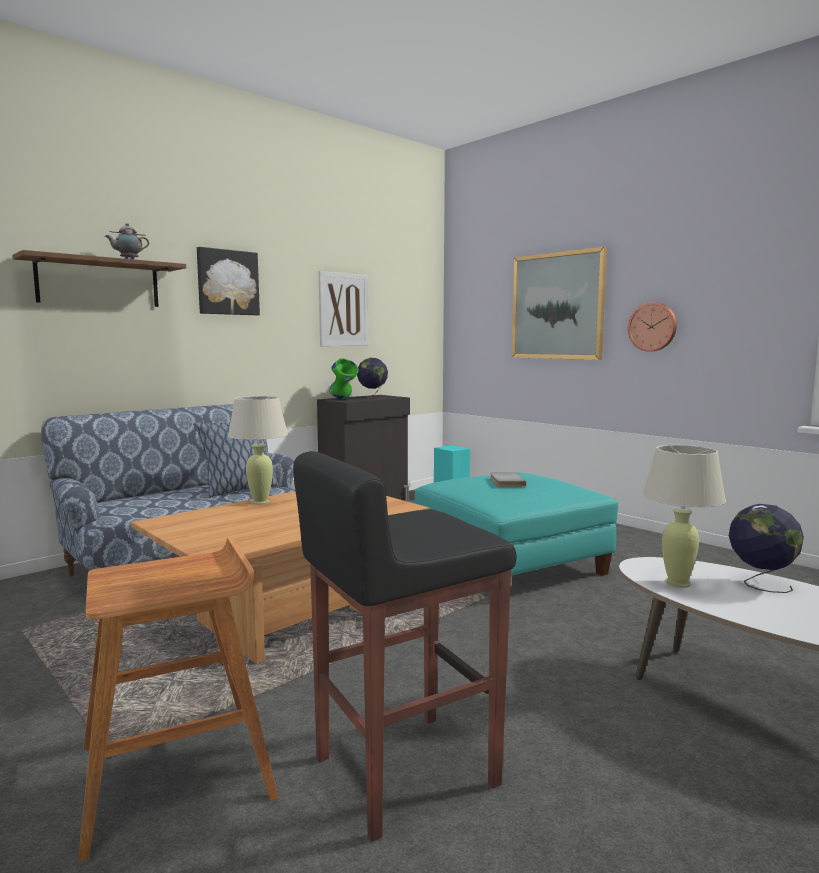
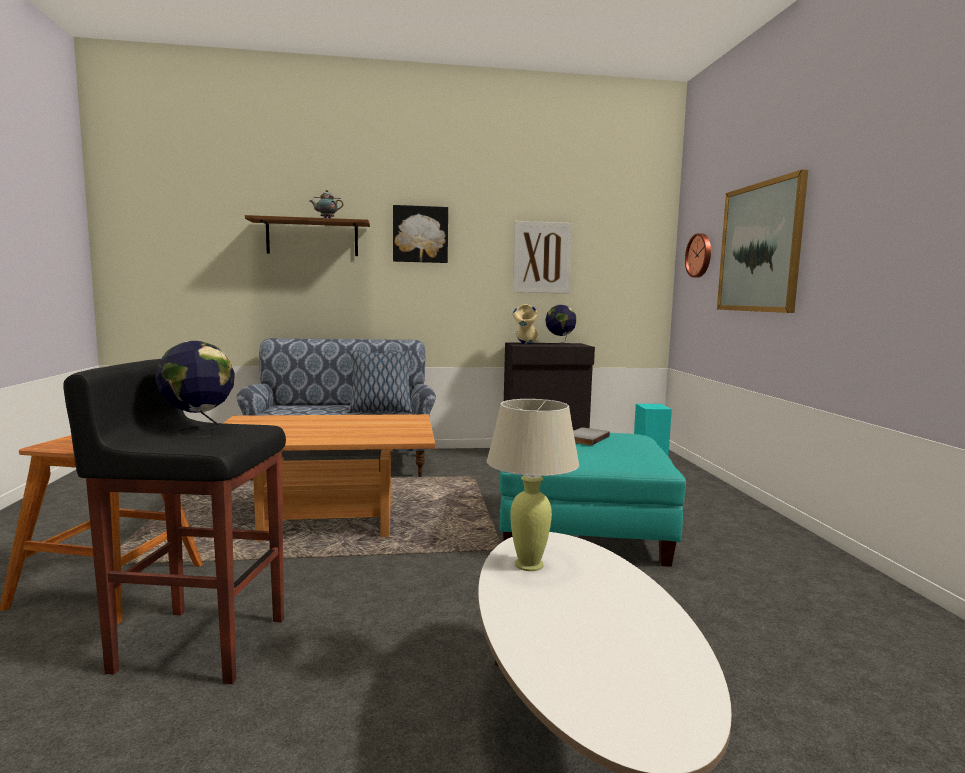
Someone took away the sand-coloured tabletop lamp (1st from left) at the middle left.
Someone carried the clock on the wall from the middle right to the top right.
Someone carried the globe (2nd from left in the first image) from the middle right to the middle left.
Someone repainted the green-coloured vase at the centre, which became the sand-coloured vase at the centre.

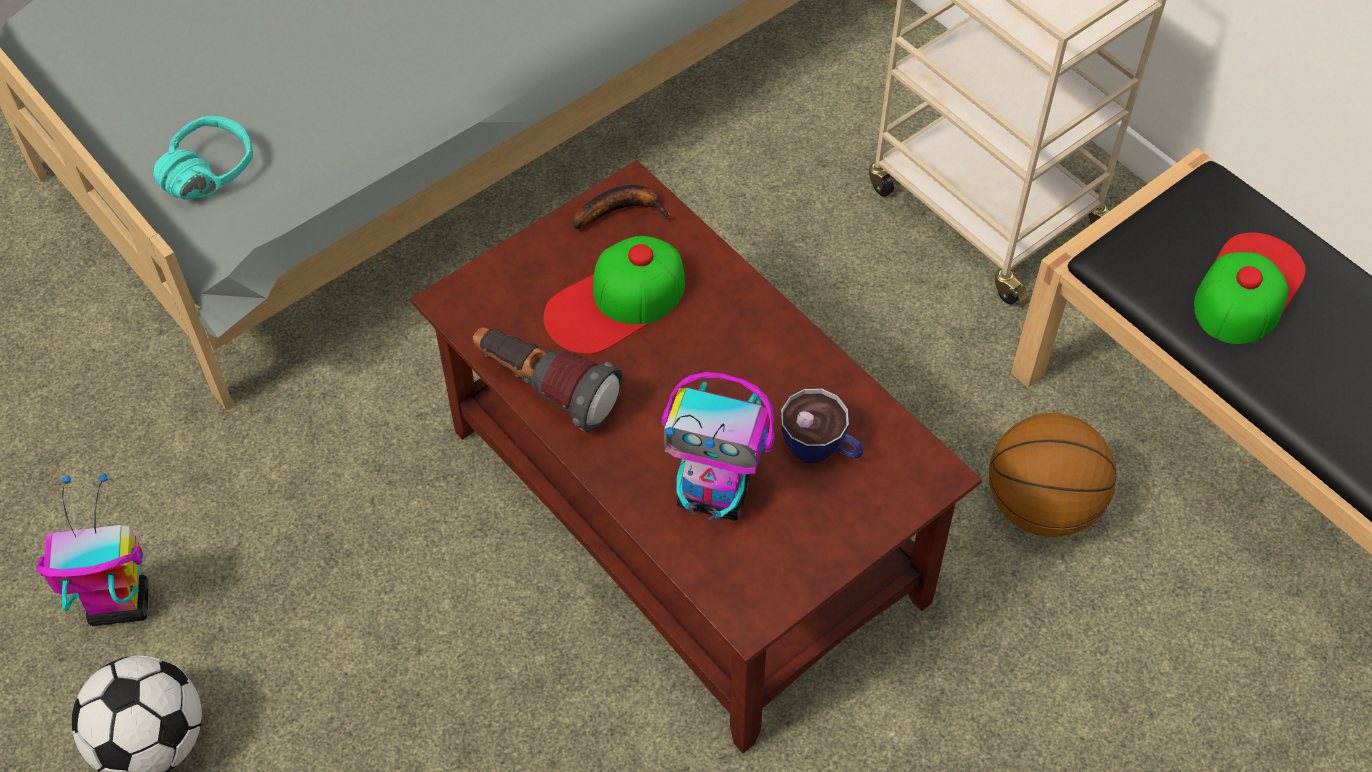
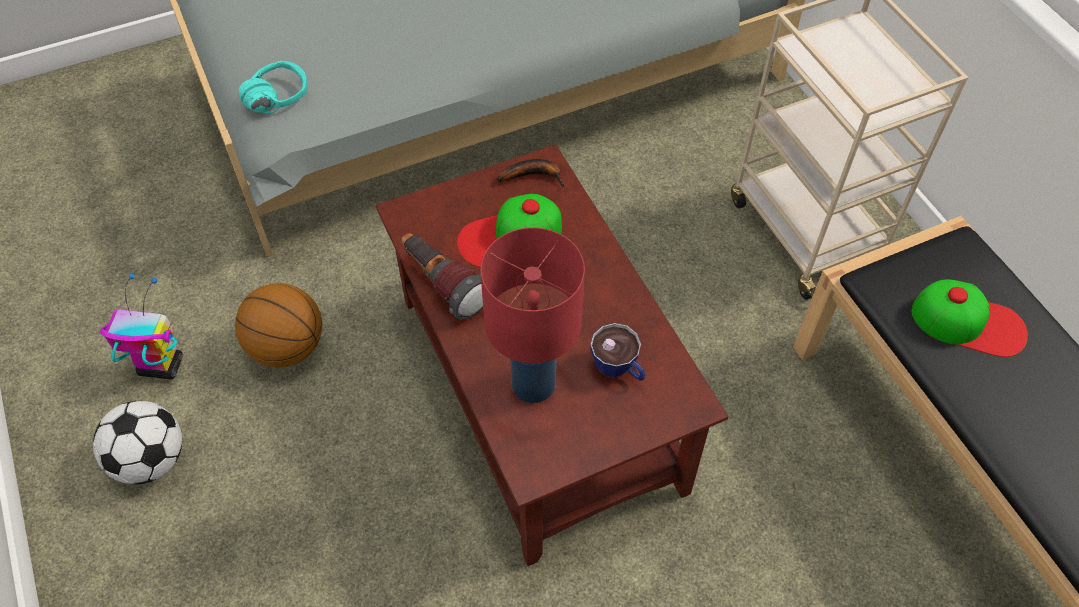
Someone carried the ball for basketball from the middle right to the middle left.
Someone swapped the model robot (2nd from left) at the centre for the reddish tabletop lamp at the centre.
Someone rotated the cap (2nd from left) at the middle right by 60 degrees clockwise.

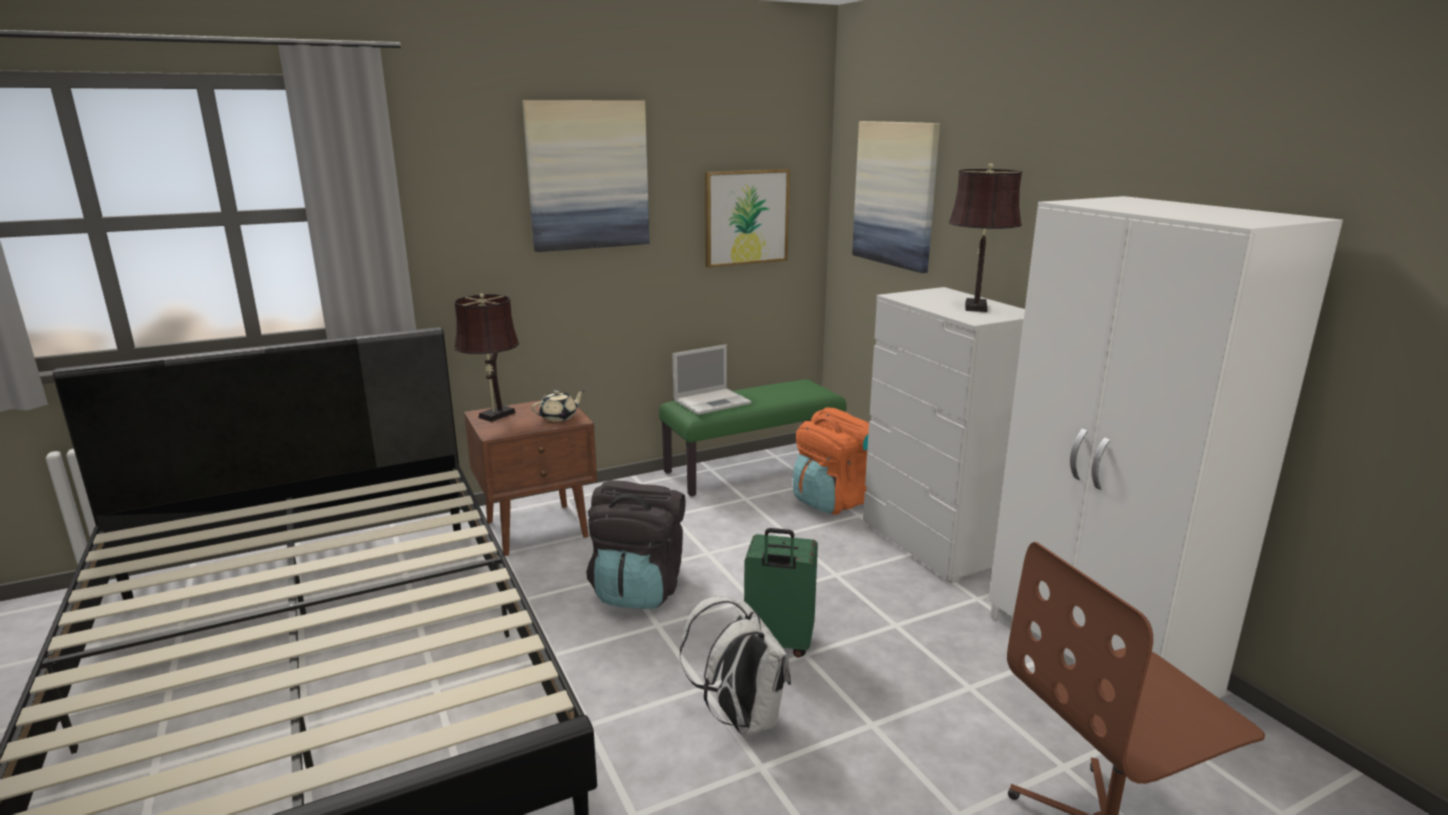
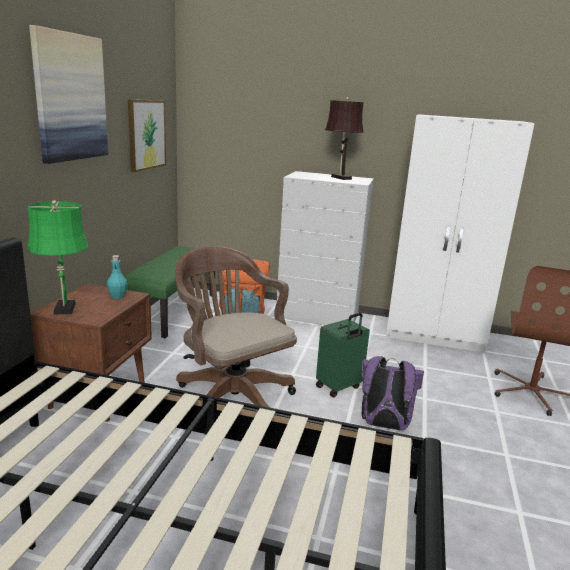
Someone took away the laptop at the centre.
Someone took away the wall picture (3rd from left) at the top centre.
Someone swapped the sand-coloured tea pot at the centre for the blue-green bottle at the middle left.
Someone swapped the black-coloured knapsack at the bottom centre for the brown-coloured desk chair (1st from left) at the centre.
Someone repainted the brown-coloured tabletop lamp (1st from left) at the centre, which became the green-coloured tabletop lamp at the middle left.
Someone repainted the whitish knapsack at the bottom centre, which became the purple knapsack at the bottom right.

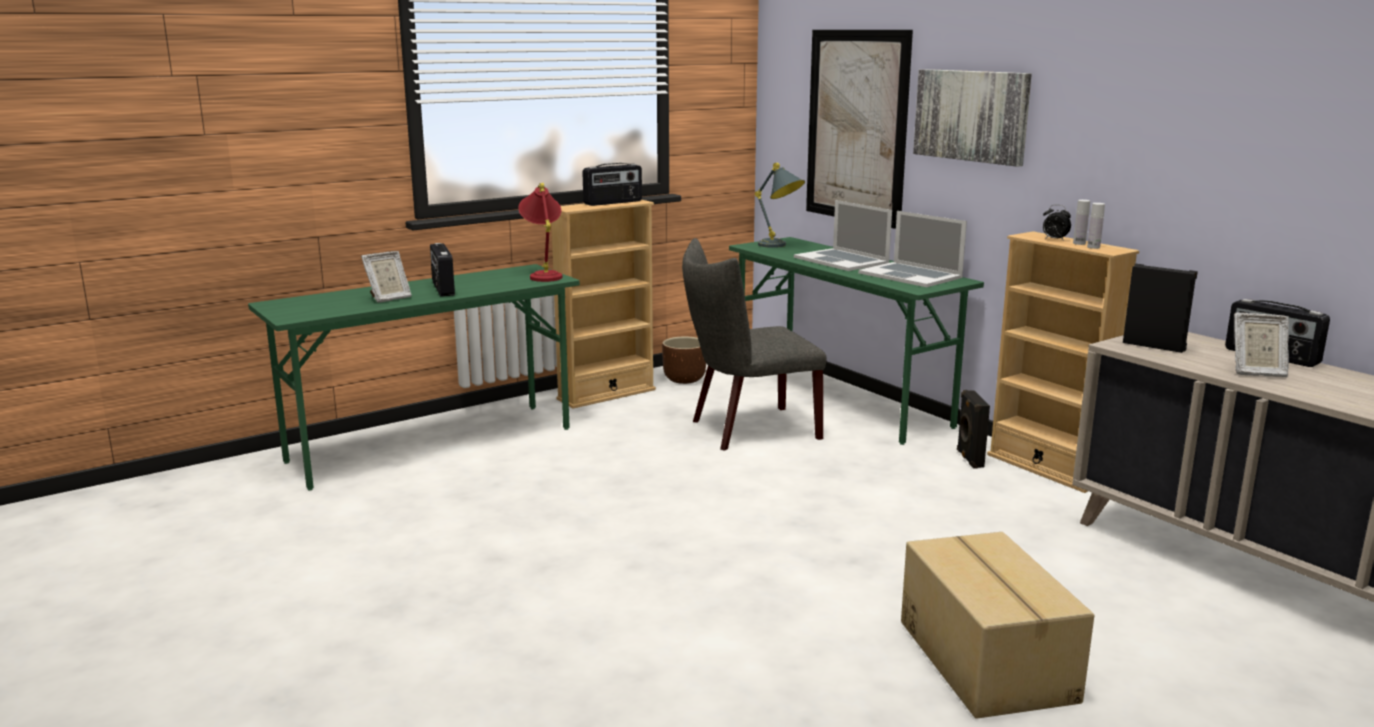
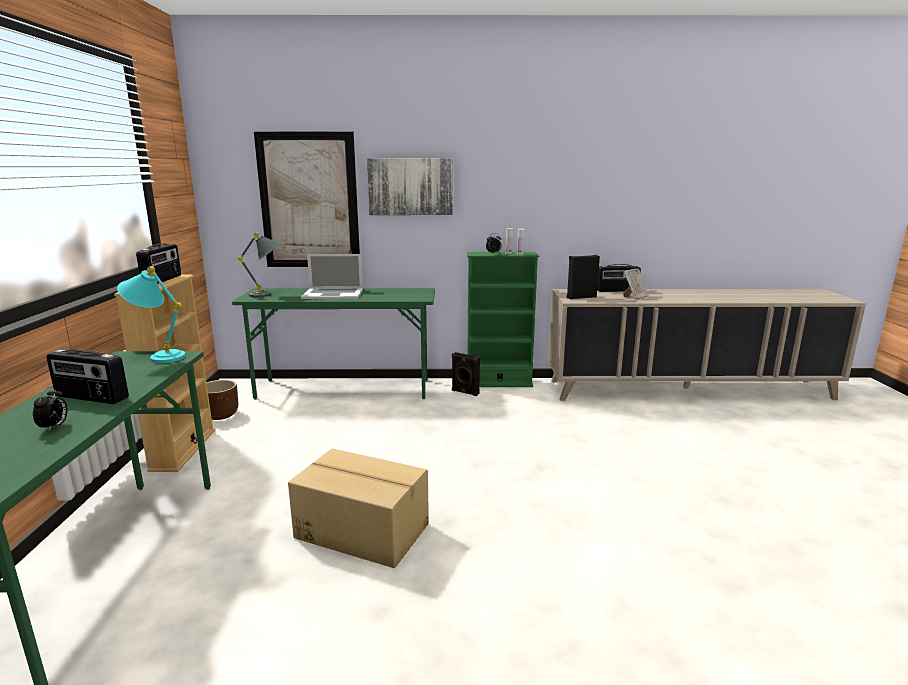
Someone took away the gray plain chair at the centre.
Someone took away the laptop (2nd from left) at the centre.
Someone carried the packing box from the bottom right to the bottom centre.
Someone swapped the photo frame (1st from left) at the middle left for the alarm clock (1st from left) at the middle left.
Someone repainted the reddish tabletop lamp at the top centre, which became the blue-green tabletop lamp at the middle left.
Someone repainted the sand-coloured bookcase (2nd from left) at the middle right, which became the green-coloured bookcase at the centre.

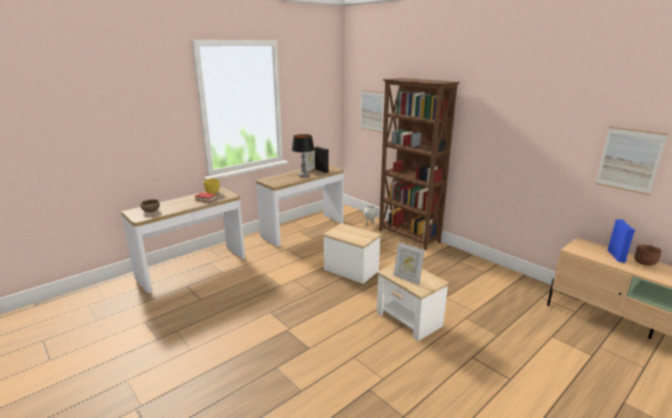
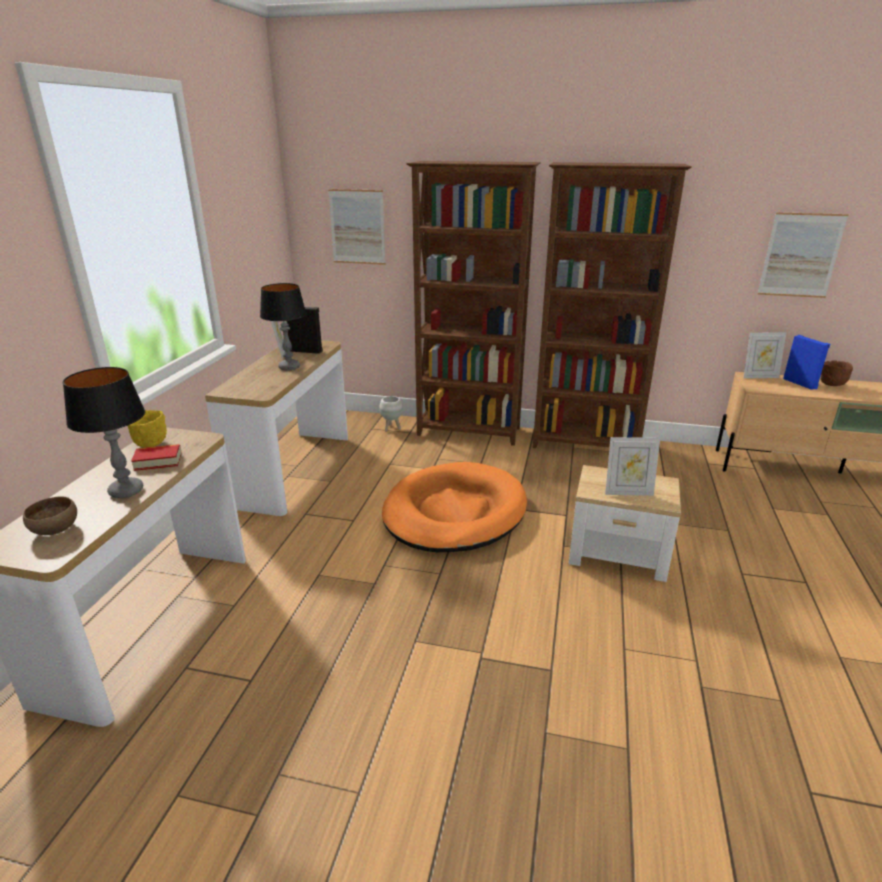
Someone put down the tabletop lamp (1st from left) at the middle left.
Someone put down the brown-coloured bookcase (2nd from left) at the middle right.
Someone put down the photo frame (3rd from left) at the middle right.
Someone swapped the end table (1st from left) at the centre for the orange dog cushion at the centre.

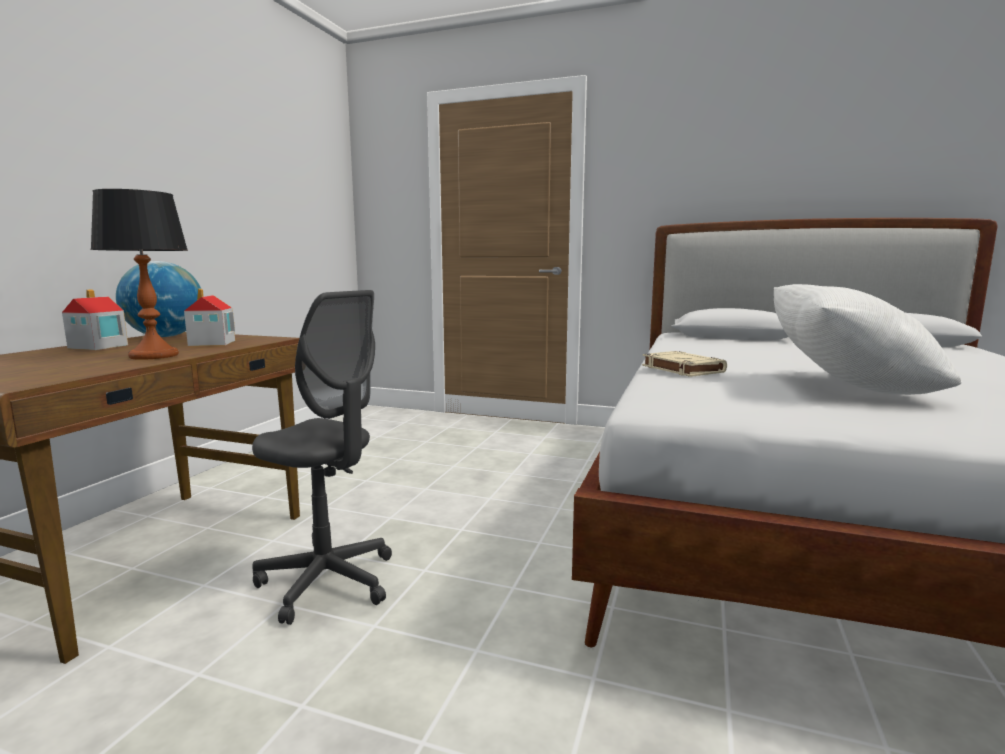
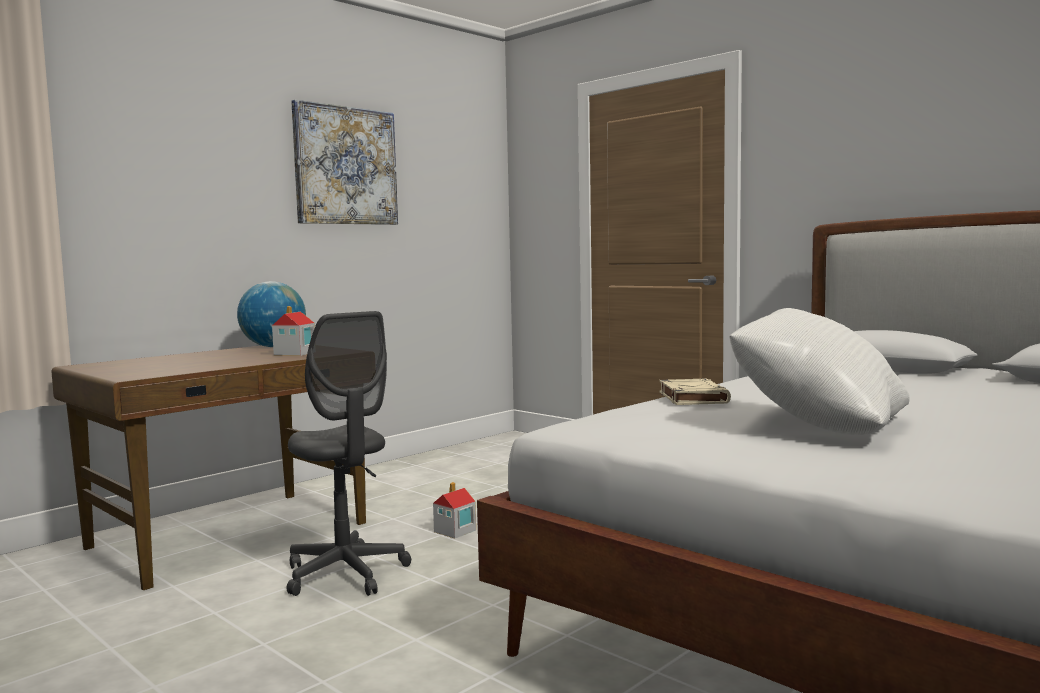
Someone took away the tabletop lamp at the middle left.
Someone put up the wall picture at the top left.
Someone carried the miniature house (1st from left in the first image) from the middle left to the bottom centre.

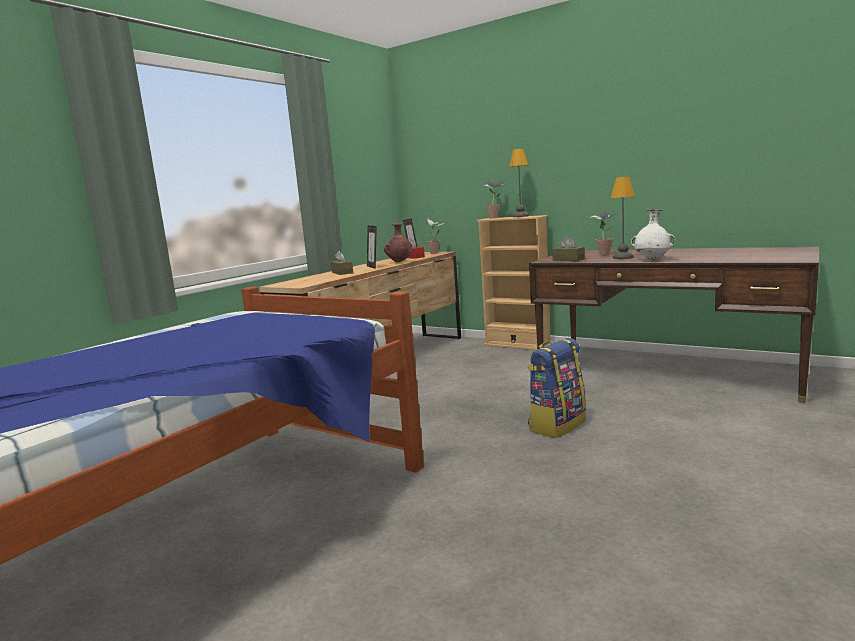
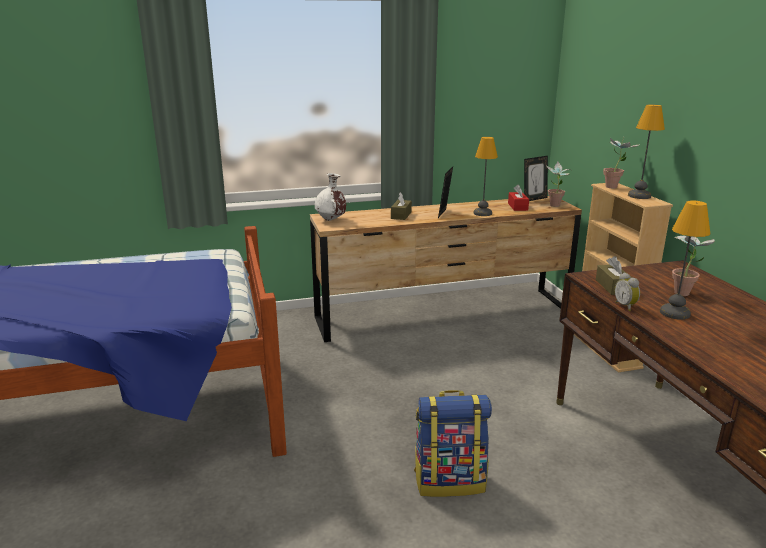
Someone put down the alarm clock at the middle right.
Someone carried the whitish vase from the middle right to the centre.
Someone swapped the brown-coloured vase at the centre for the tabletop lamp (1st from left) at the top centre.

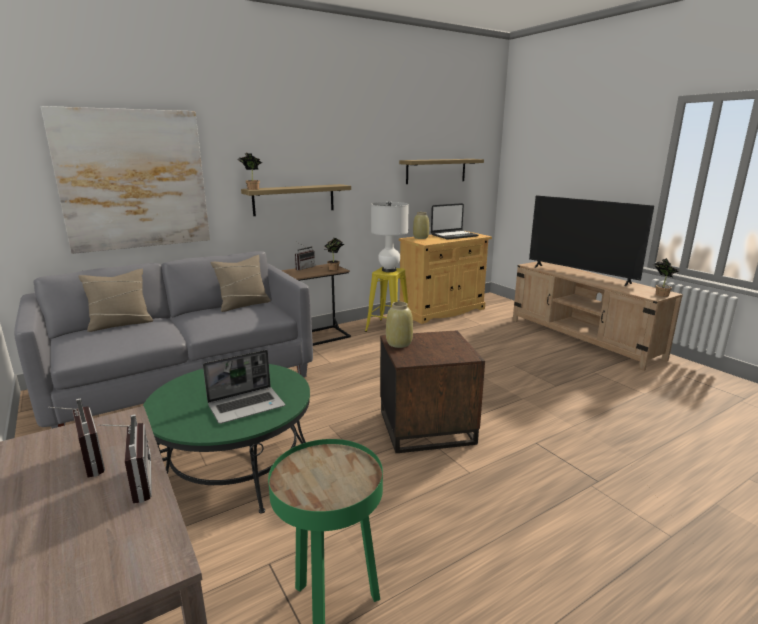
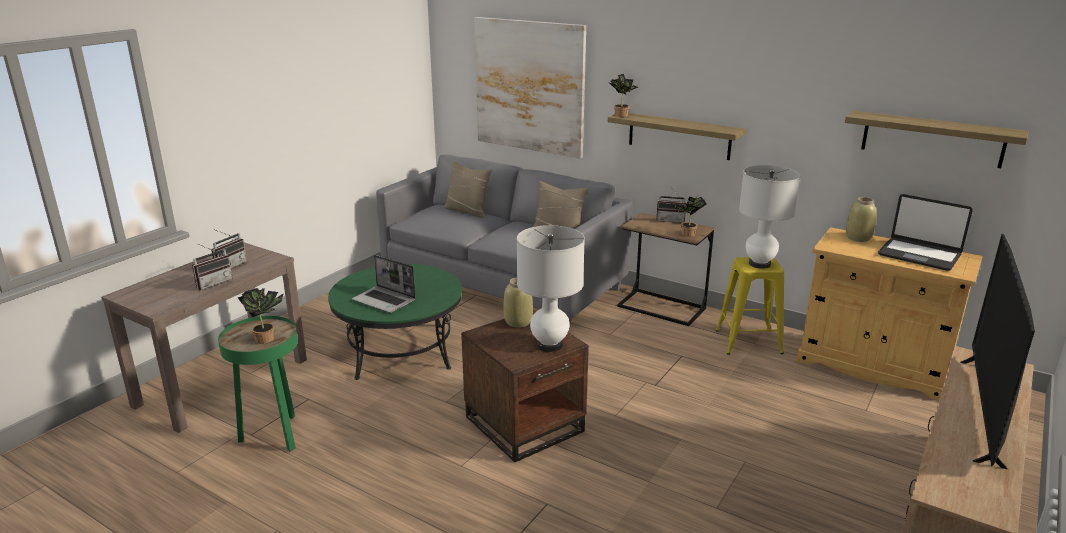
Someone put down the whitish tabletop lamp (1st from left) at the centre.
Someone carried the houseplant (3rd from left in the first image) from the middle right to the middle left.

